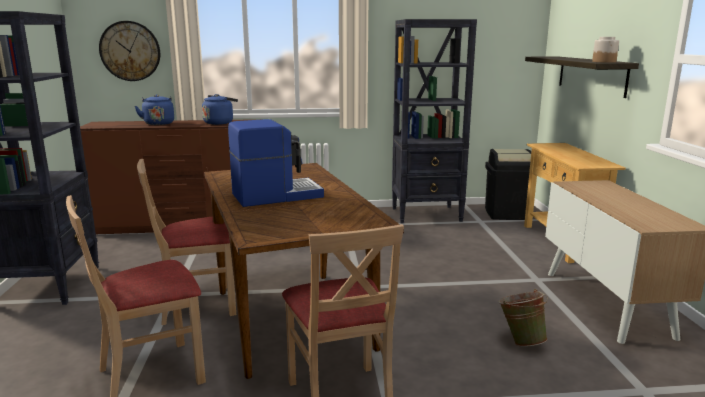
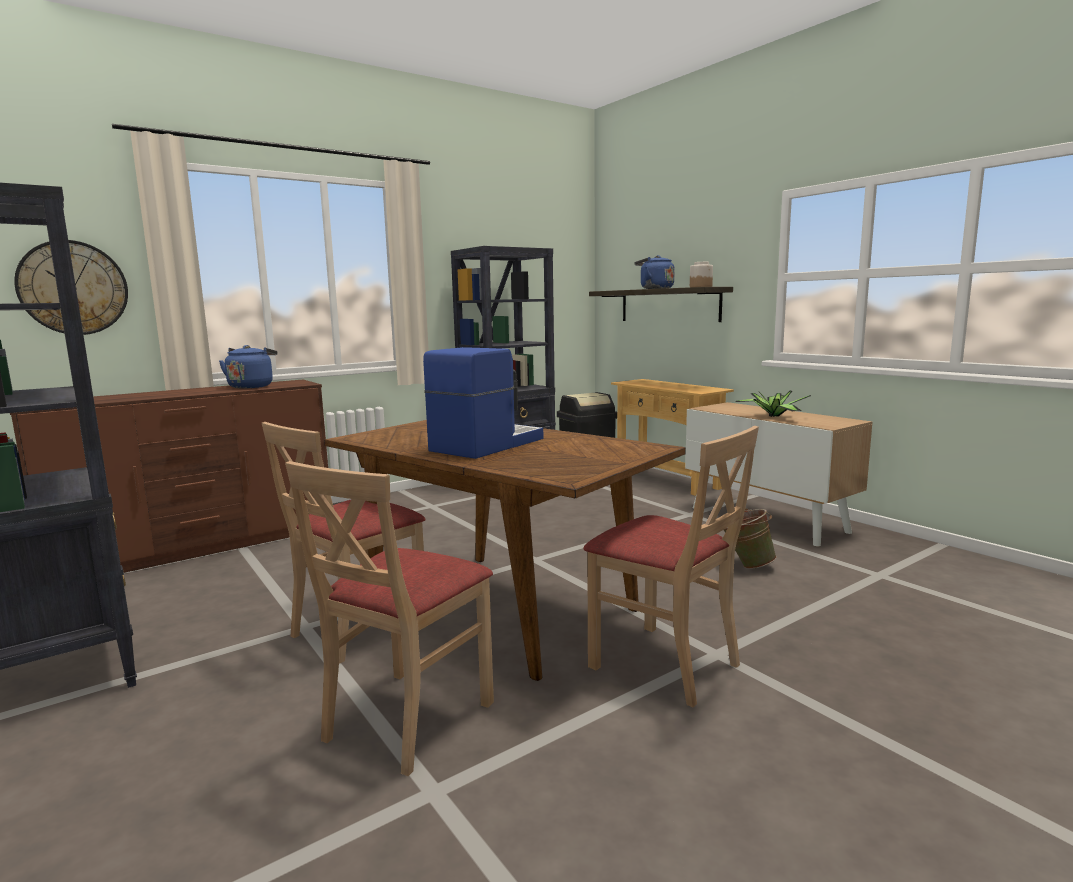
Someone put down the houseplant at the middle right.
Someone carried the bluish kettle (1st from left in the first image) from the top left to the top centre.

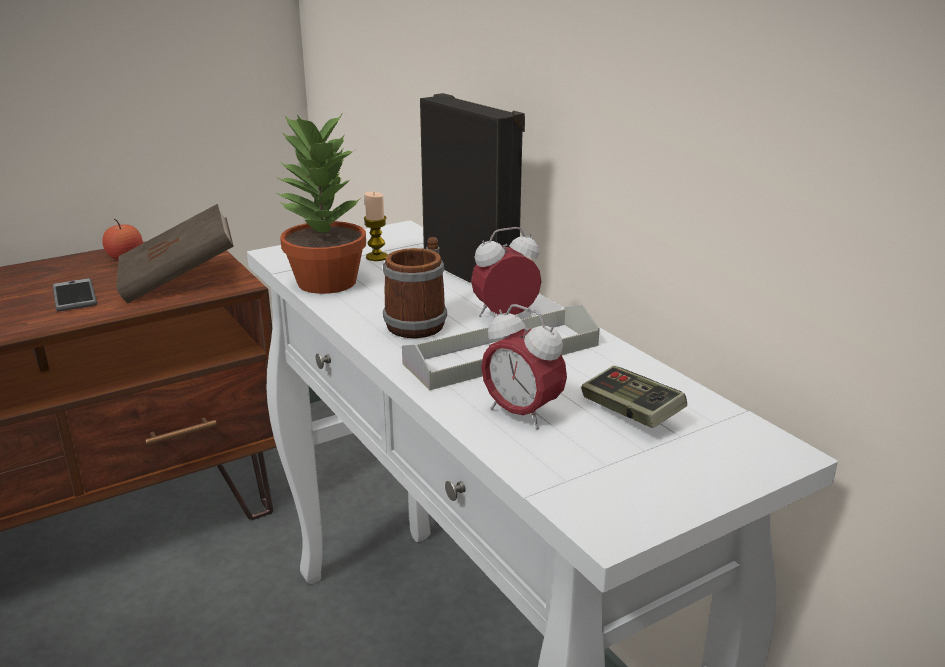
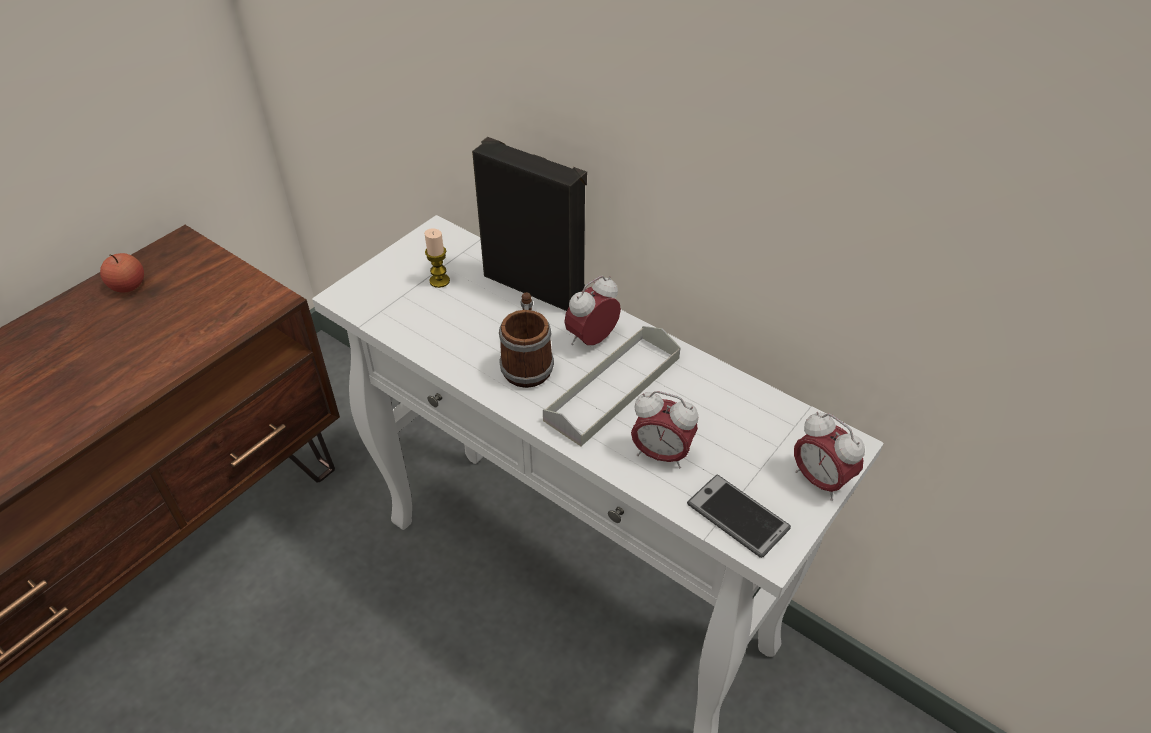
Someone took away the brown-coloured bound book at the middle left.
Someone took away the houseplant at the top centre.
Someone took away the game controller at the middle right.
Someone put down the alarm clock (3rd from left) at the middle right.
Someone carried the phone from the middle left to the bottom centre.

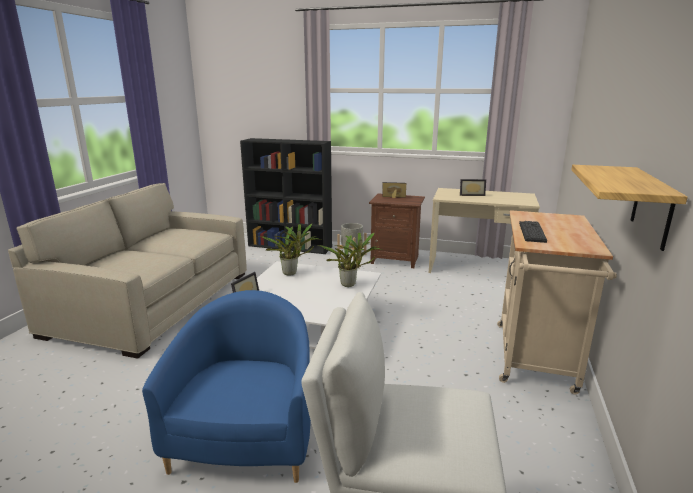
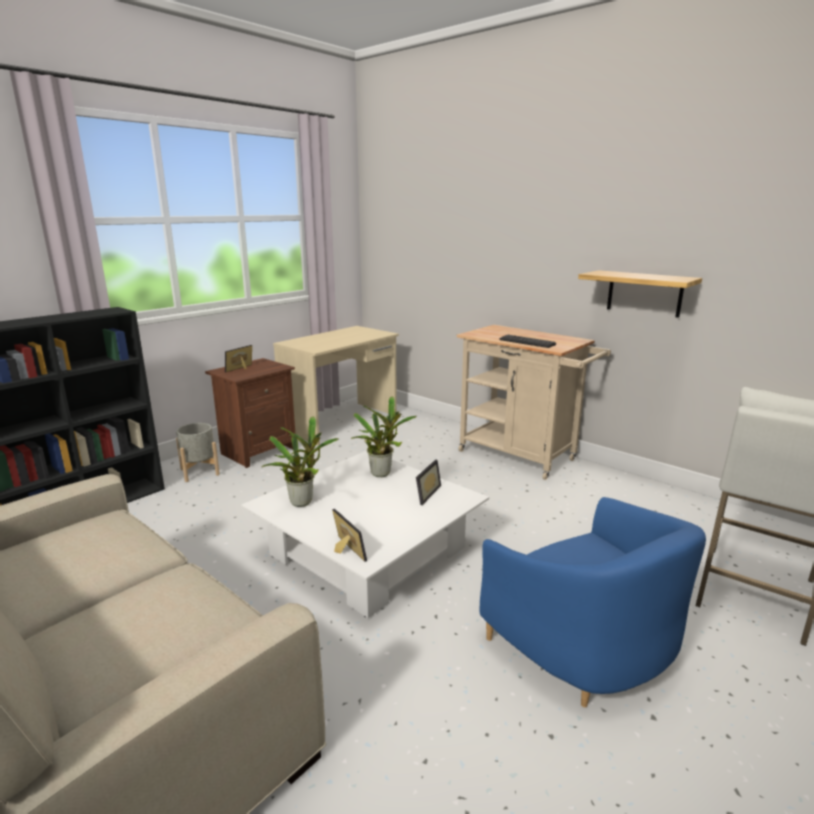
Someone carried the photo frame (3rd from left) from the middle right to the centre.
Someone rotated the bluish lounge chair at the bottom left by 150 degrees counterclockwise.

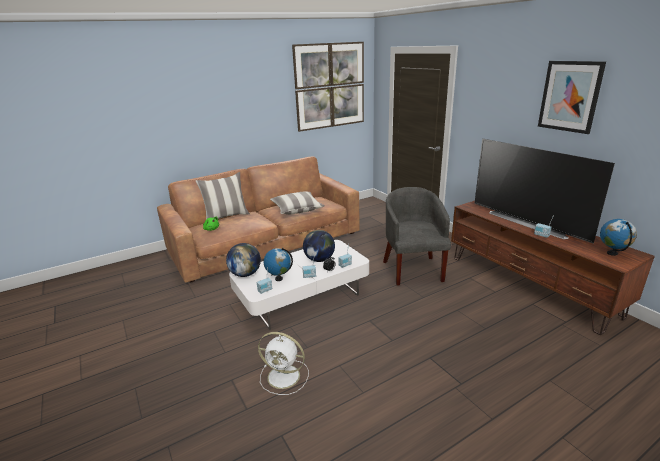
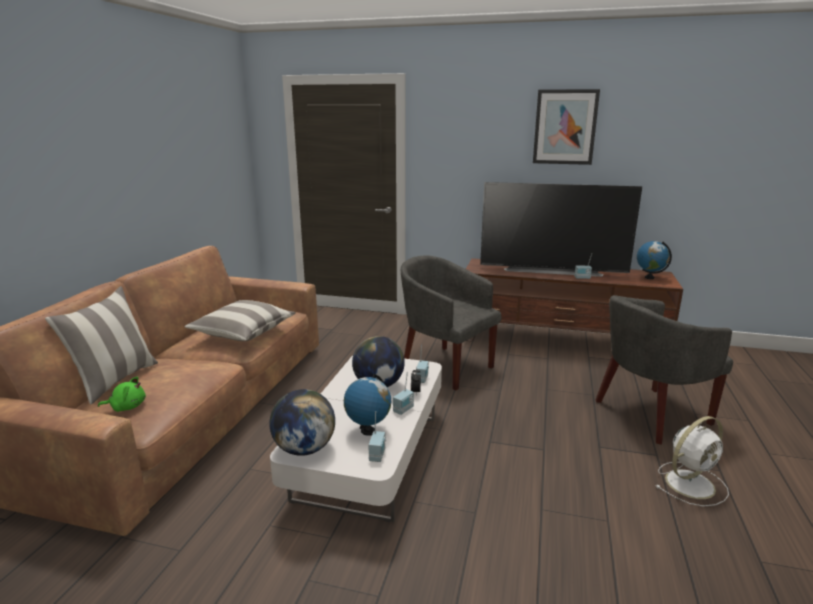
Someone took away the wall picture (1st from left) at the top centre.
Someone put down the gray lounge chair (2nd from left) at the middle right.
Someone carried the whitish electric fan from the bottom centre to the bottom right.

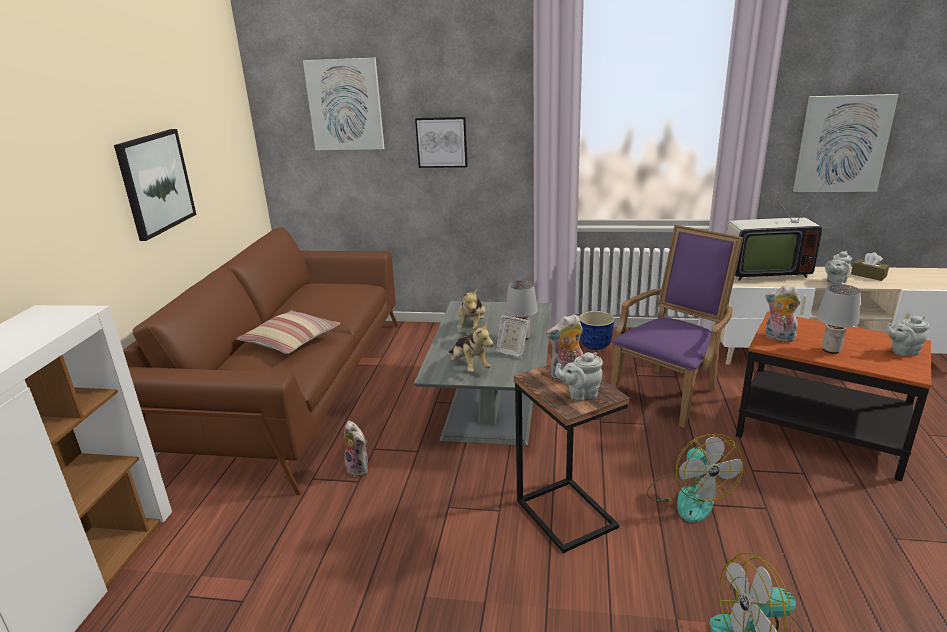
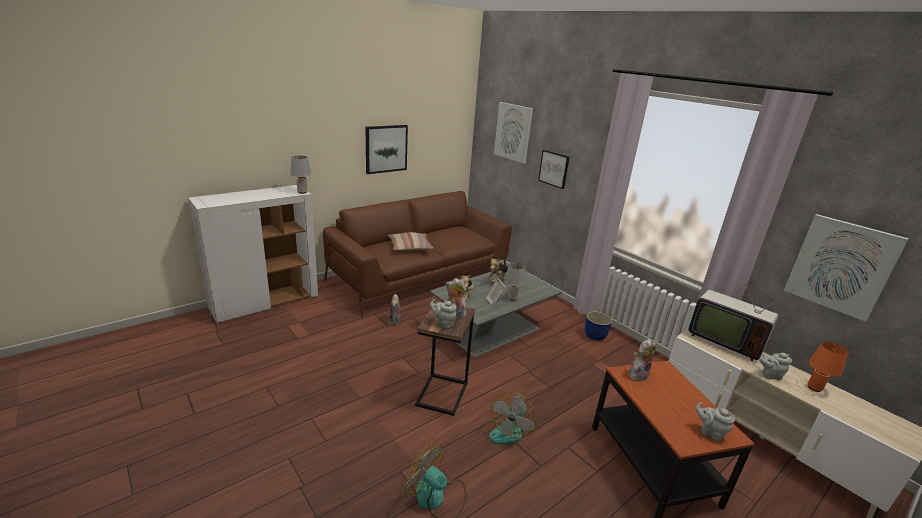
Someone took away the purple lounge chair at the middle right.
Someone carried the gray tabletop lamp (2nd from left in the first image) from the middle right to the middle left.
Someone swapped the brown-coloured box of tissues at the middle right for the orange tabletop lamp at the bottom right.
Someone rotated the plush toy (5th from left) at the middle right by 75 degrees clockwise.

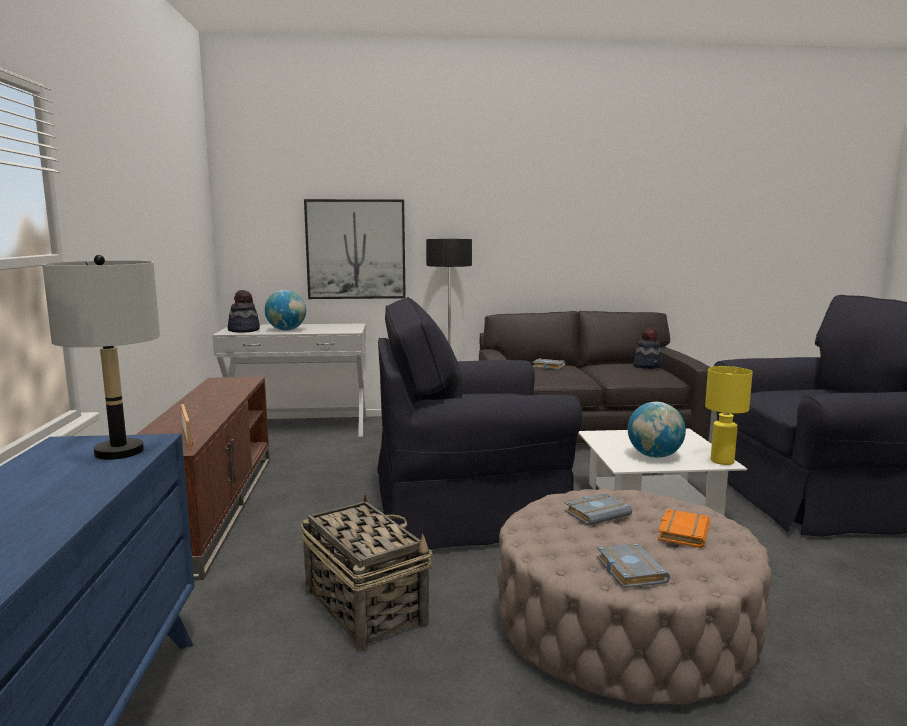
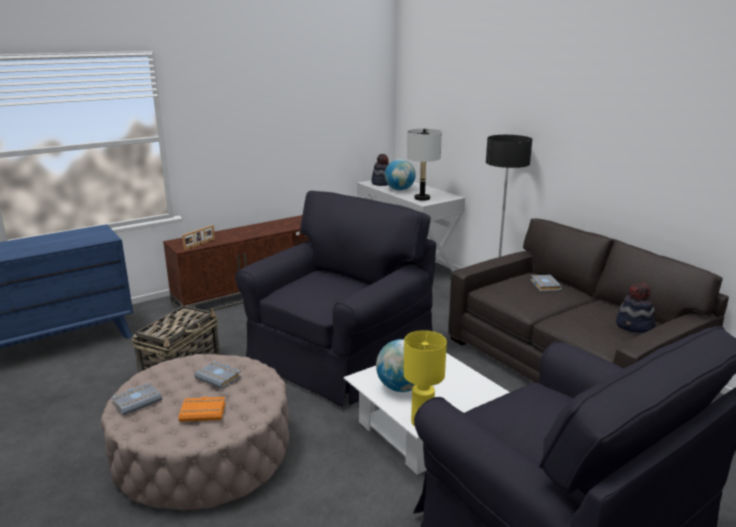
Someone took away the wall picture at the centre.
Someone carried the gray tabletop lamp from the middle left to the top centre.
Someone rotated the black-coloured lounge chair (1st from left) at the centre by 75 degrees clockwise.

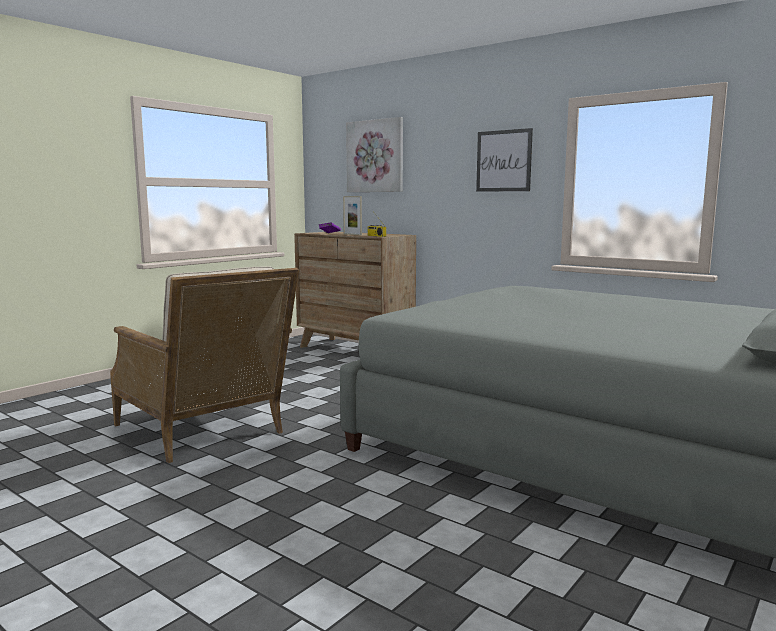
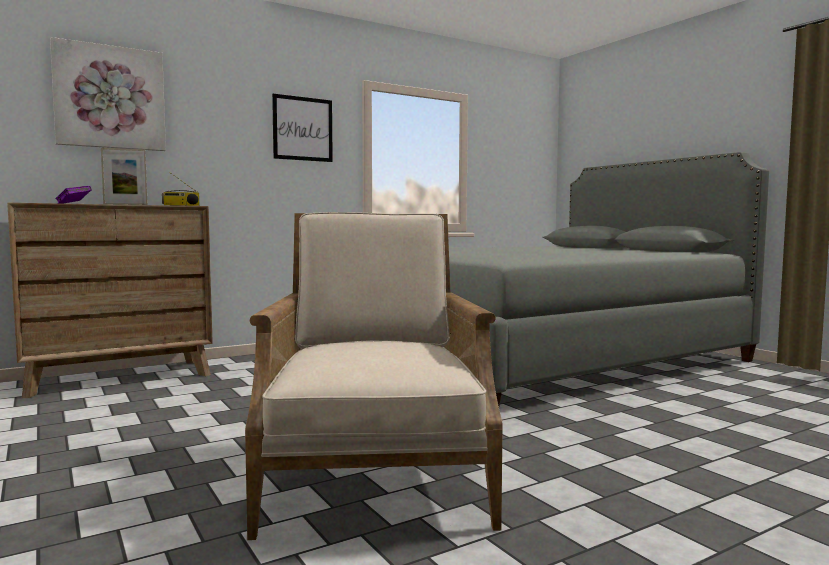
Someone rotated the sand-coloured lounge chair at the middle left by 75 degrees counterclockwise.

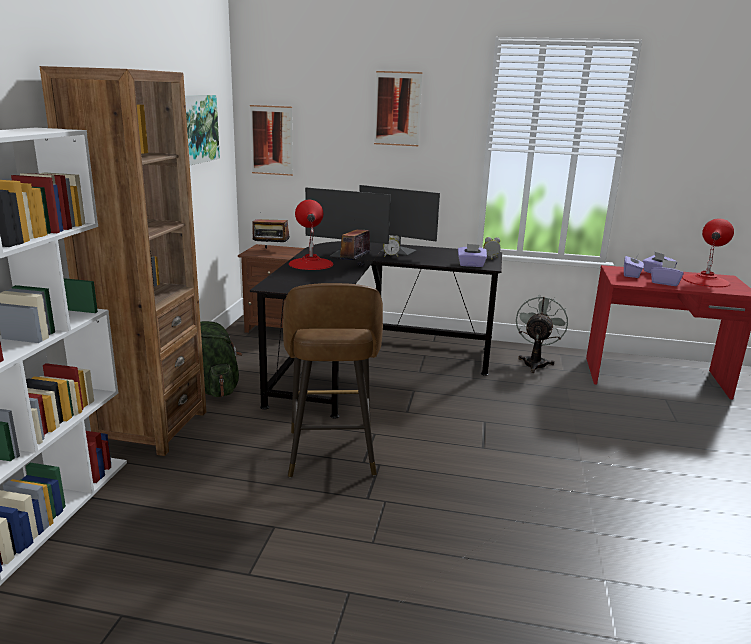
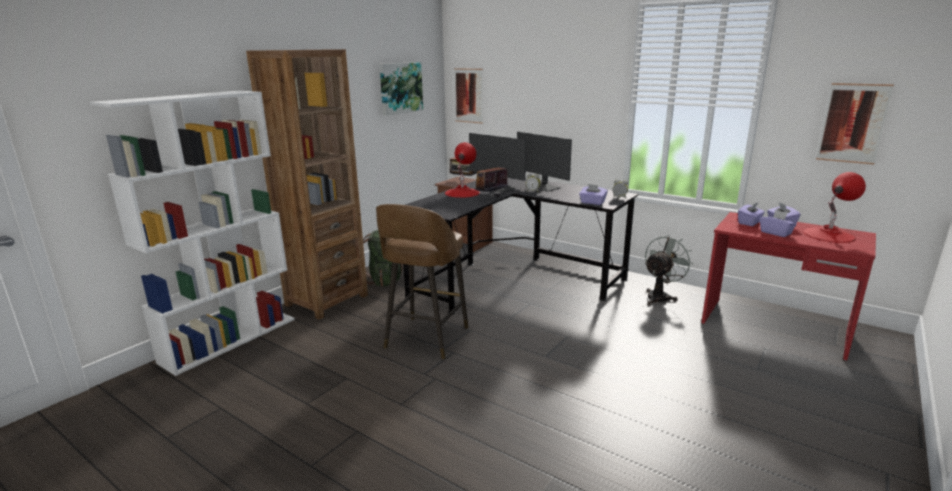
Someone carried the wall picture (3rd from left) from the top centre to the top right.

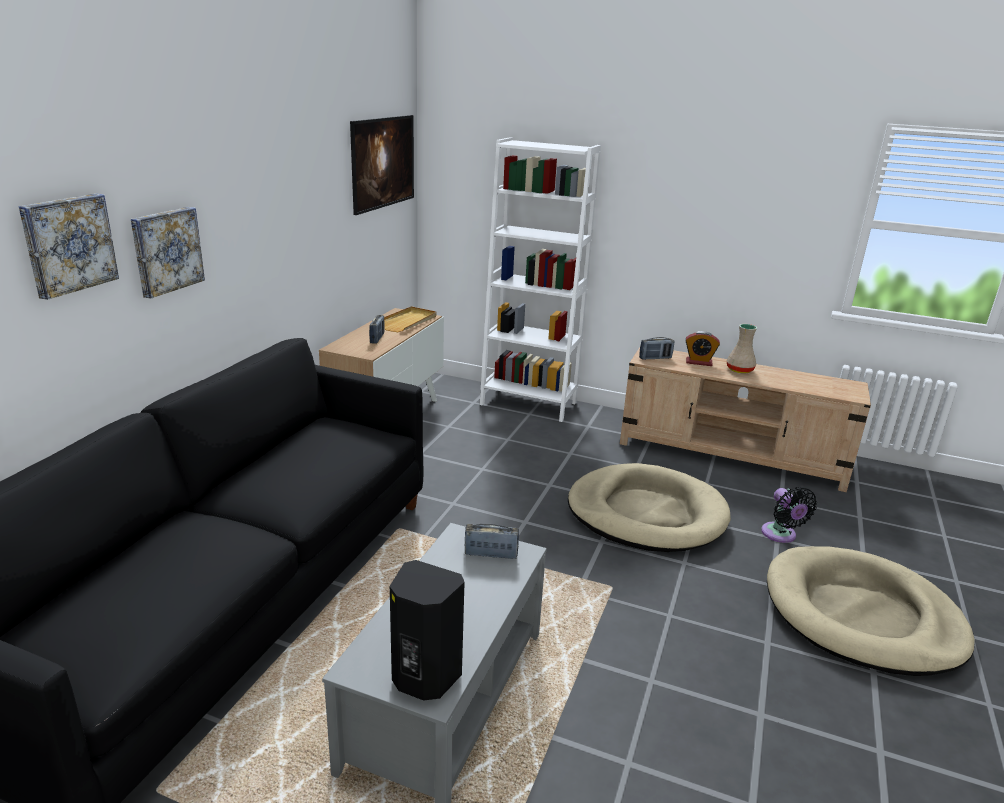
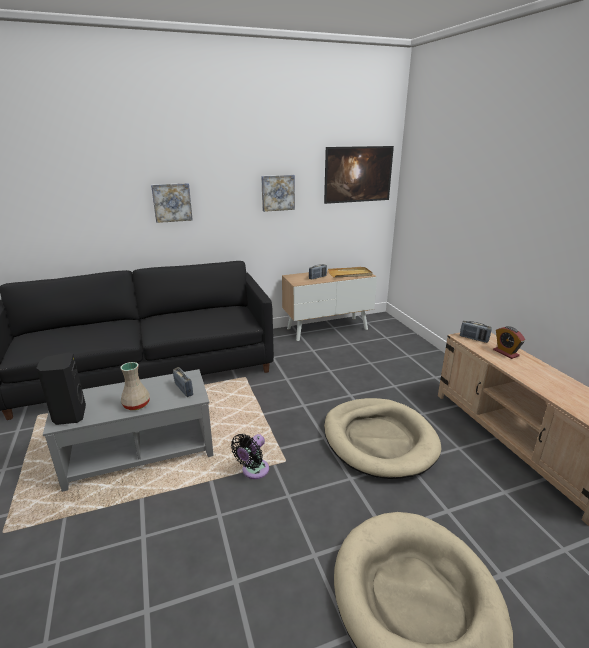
Someone took away the whitish bookcase at the centre.
Someone carried the wall picture (1st from left in the first image) from the top left to the top centre.
Someone carried the sand-coloured vase from the middle right to the middle left.
Someone carried the black-coloured electric fan from the middle right to the bottom centre.

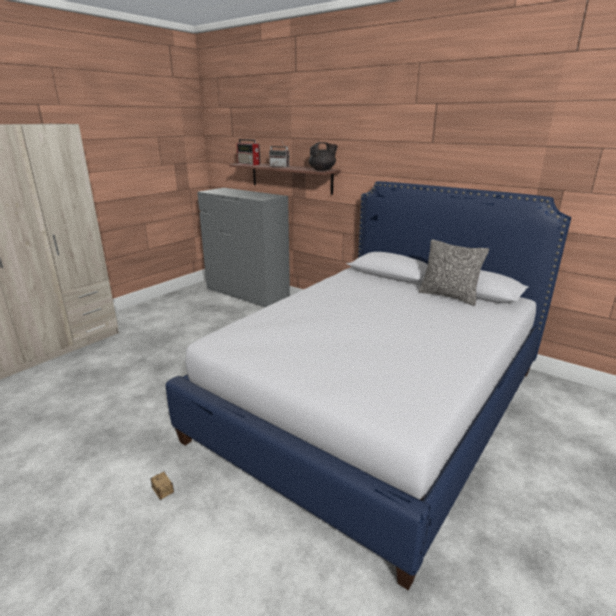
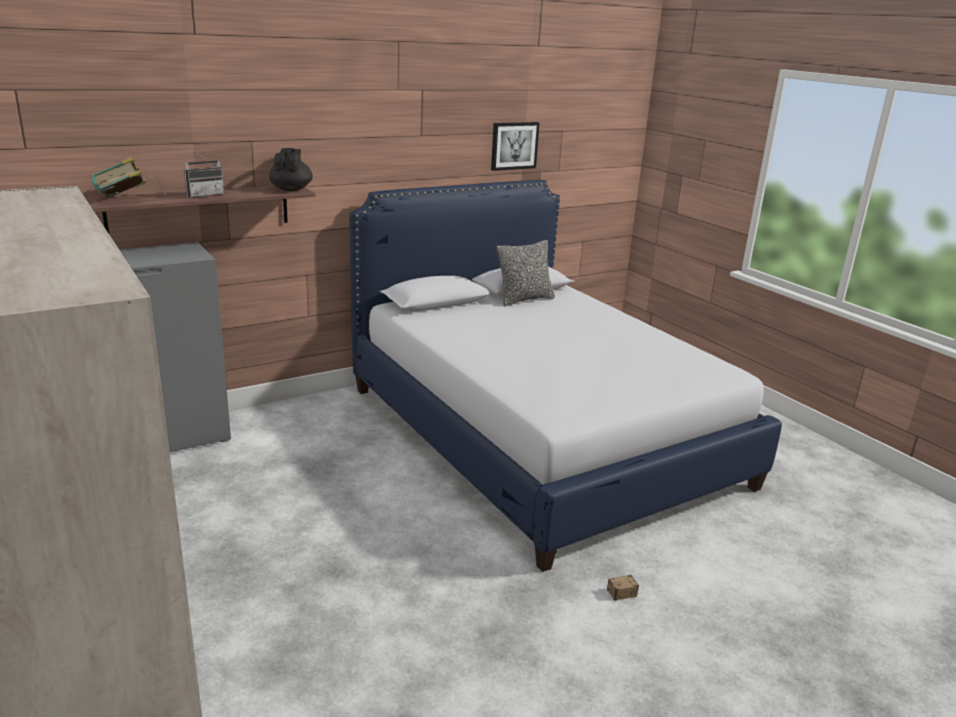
Someone put up the wall picture at the top centre.
Someone swapped the radio (1st from left) at the top centre for the bound book at the top left.

